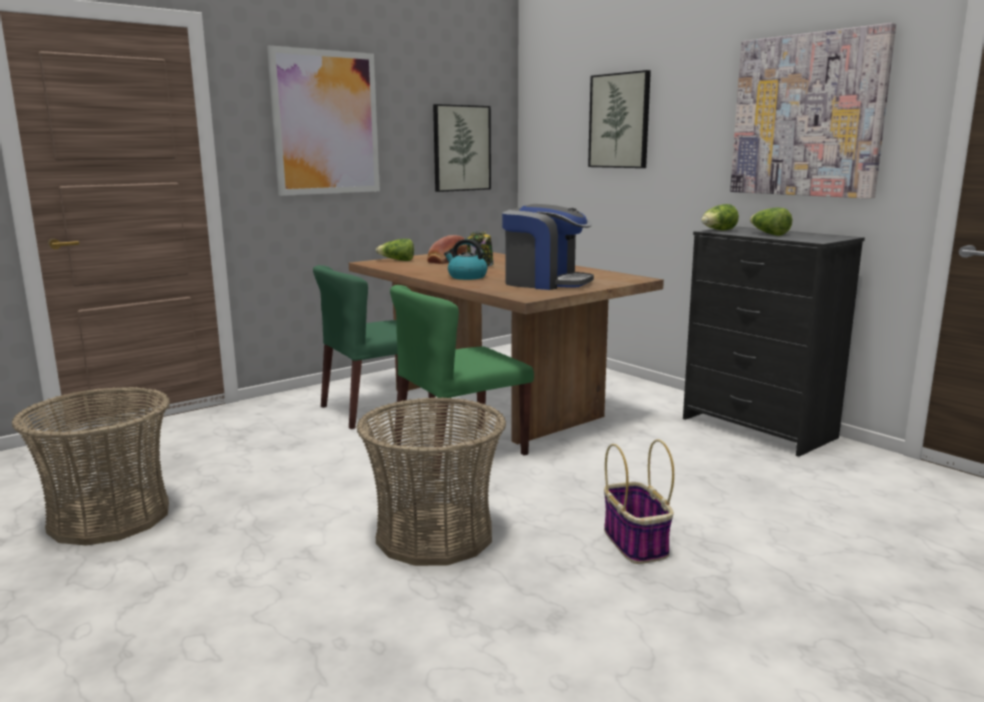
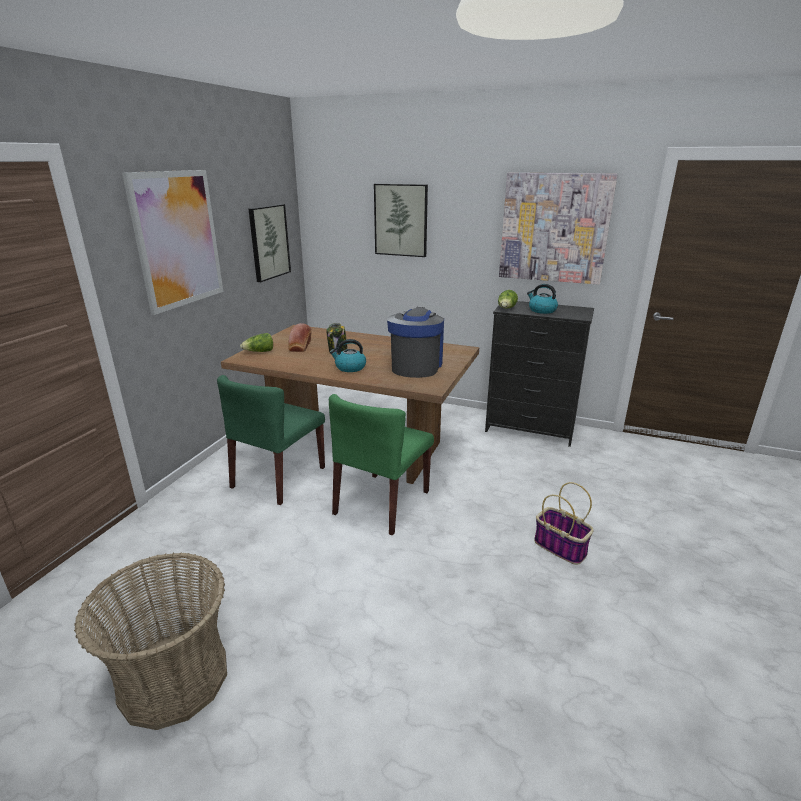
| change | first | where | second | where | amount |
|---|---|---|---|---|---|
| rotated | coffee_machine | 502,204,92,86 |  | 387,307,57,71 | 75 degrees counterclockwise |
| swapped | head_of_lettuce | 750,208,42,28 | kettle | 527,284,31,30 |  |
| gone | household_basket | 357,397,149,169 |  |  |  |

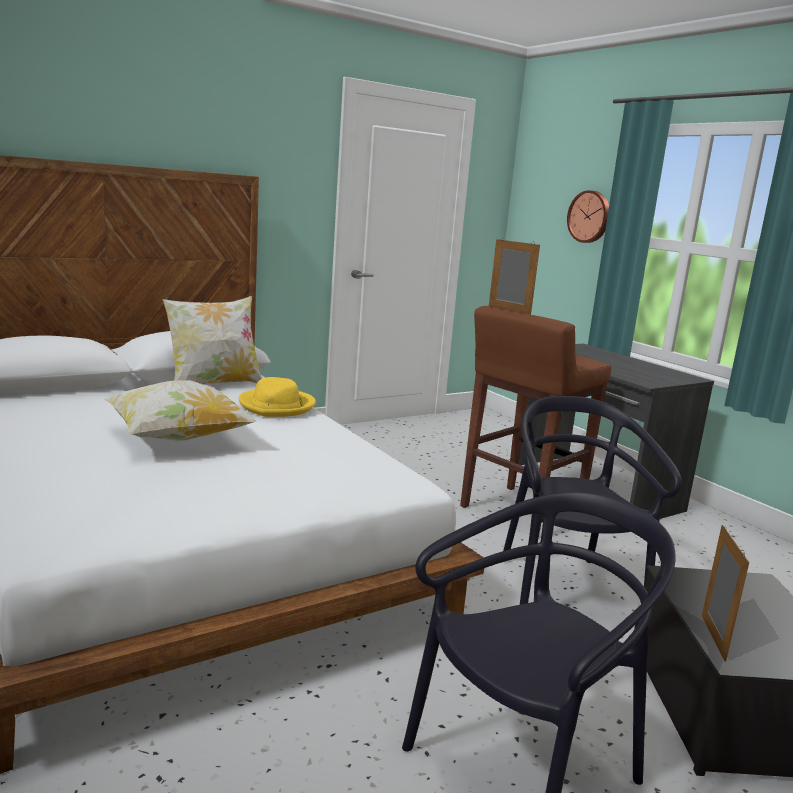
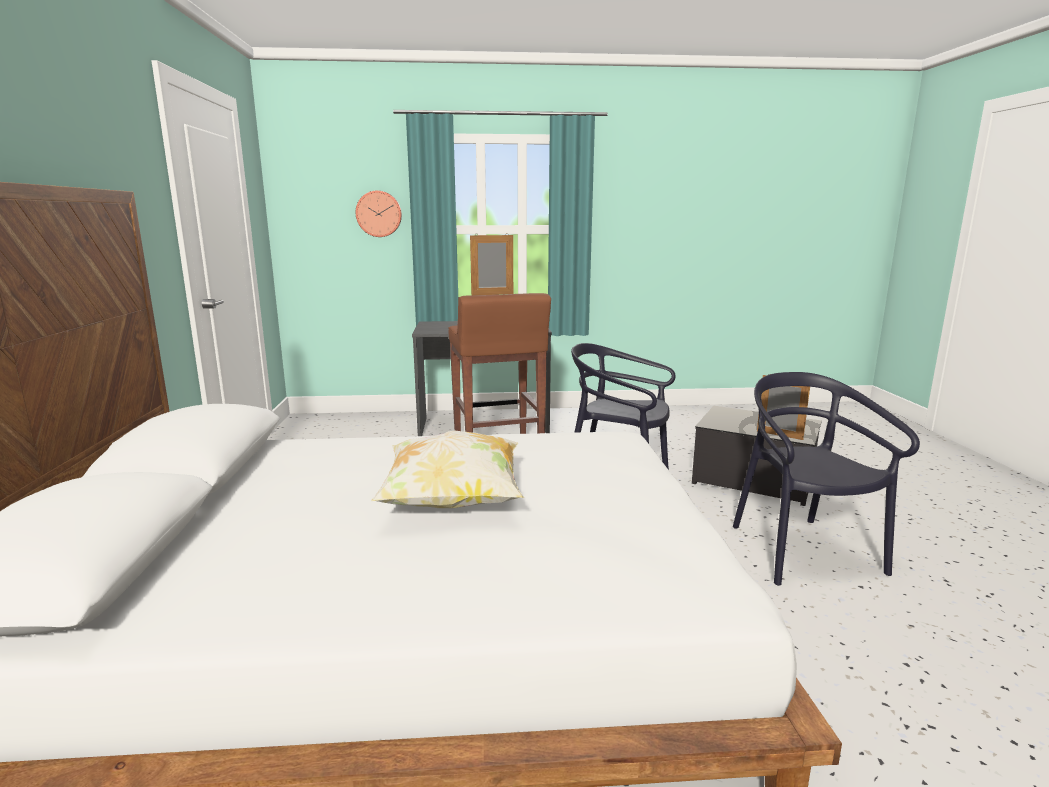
| change | first | where | second | where | amount |
|---|---|---|---|---|---|
| gone | pillow | 163,296,99,88 |  |  |  |
| gone | yellow-coloured_clothing_hat | 239,377,77,40 |  |  |  |

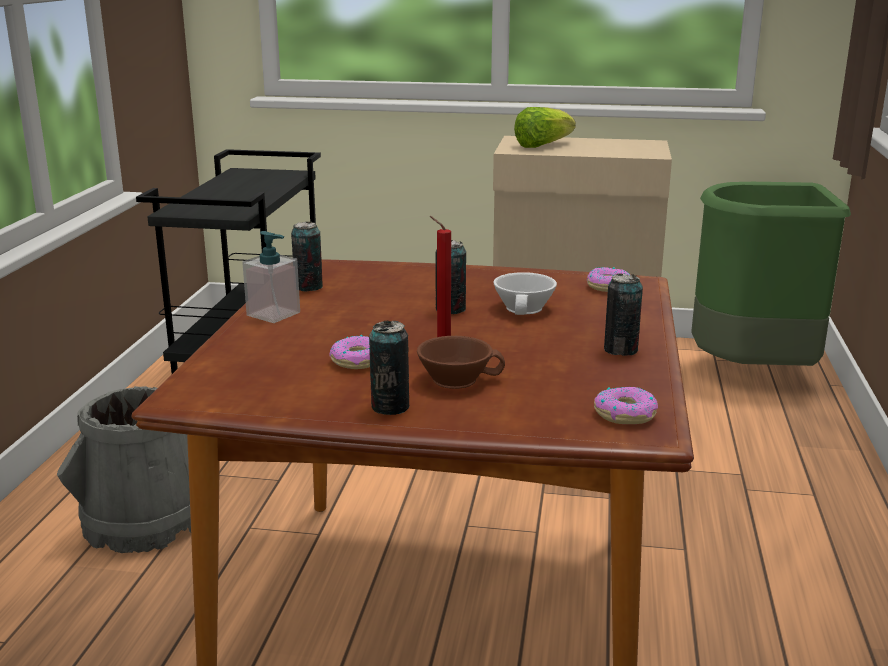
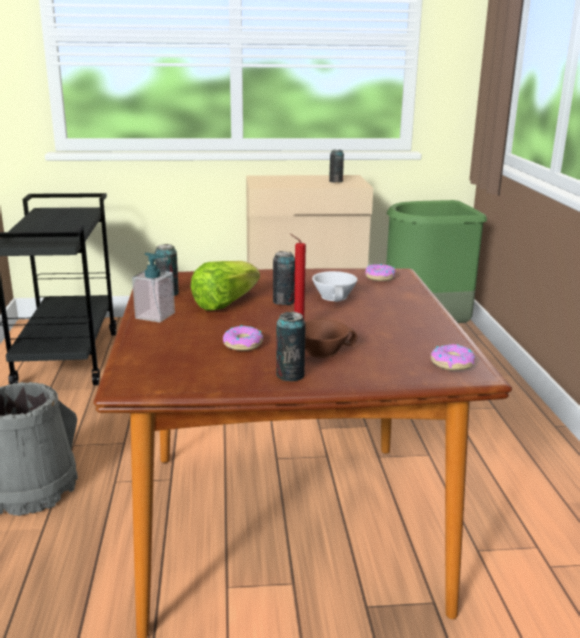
| change | first | where | second | where | amount |
|---|---|---|---|---|---|
| shifted | head_of_lettuce | 514,107,62,41 |  | 191,261,69,50 |  |
| shifted | metal_can | 604,273,39,83 |  | 329,149,15,33 |  |

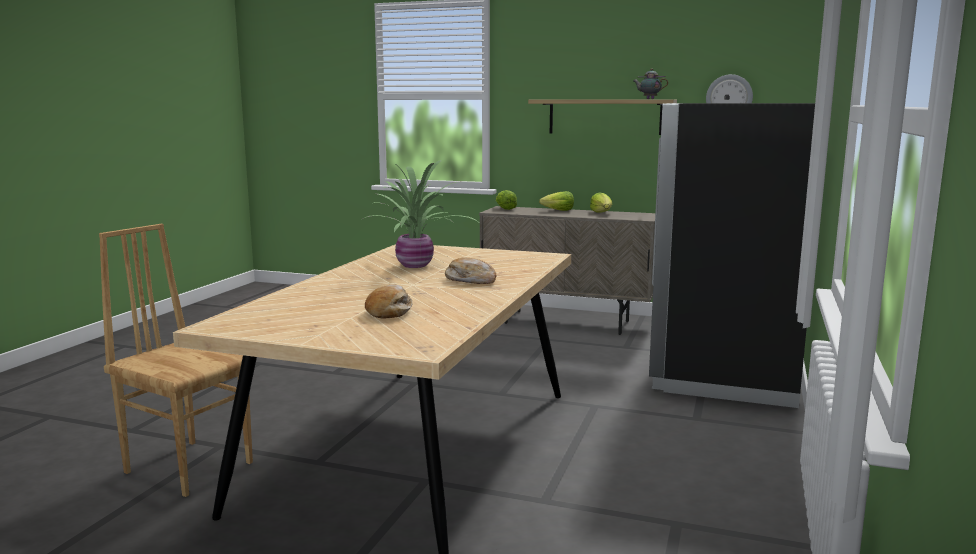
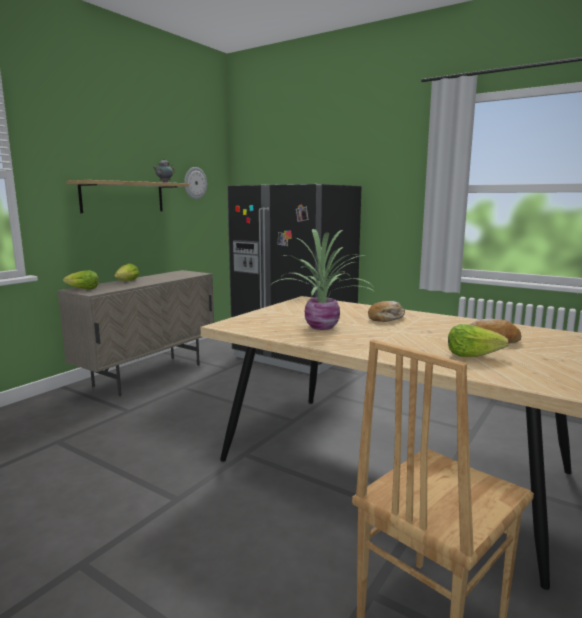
| change | first | where | second | where | amount |
|---|---|---|---|---|---|
| shifted | head_of_lettuce | 590,192,22,21 |  | 448,324,61,33 |  |

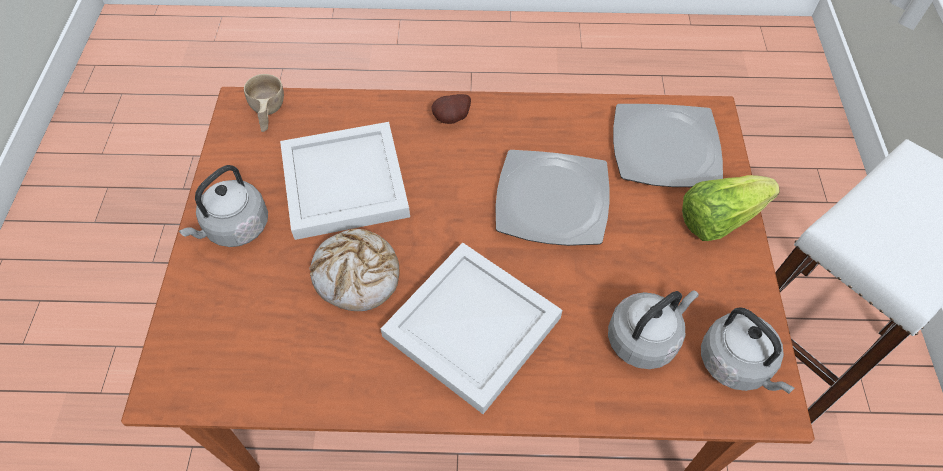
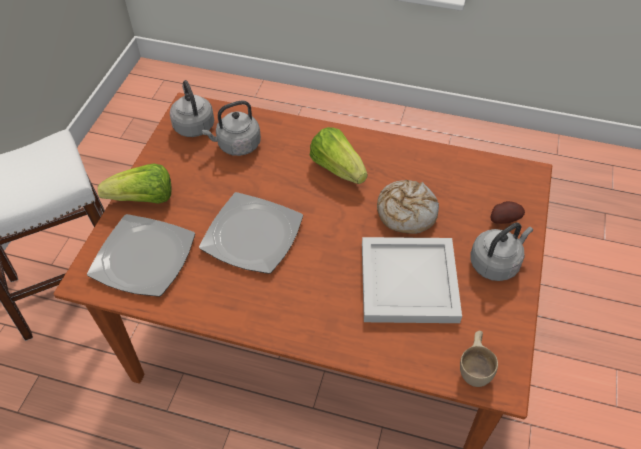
| change | first | where | second | where | amount |
|---|---|---|---|---|---|
| shifted | spud | 431,94,40,30 |  | 491,201,34,23 |  |
| swapped | whitish_serving_tray | 381,242,182,172 | head_of_lettuce | 310,127,57,57 |  |

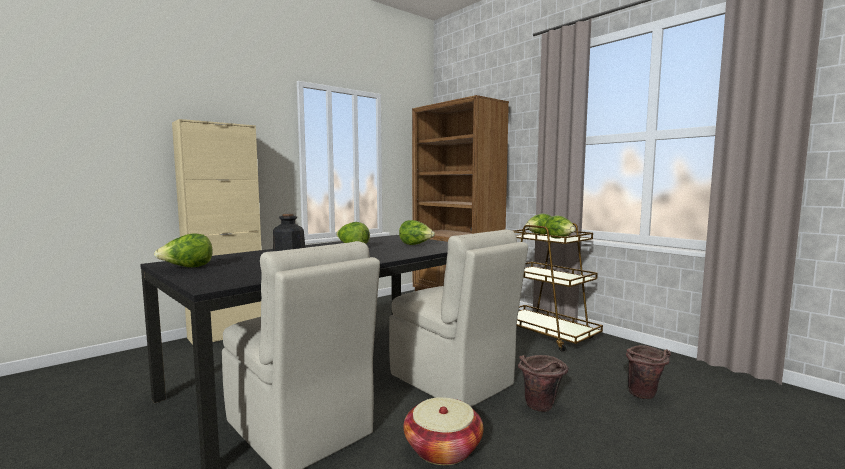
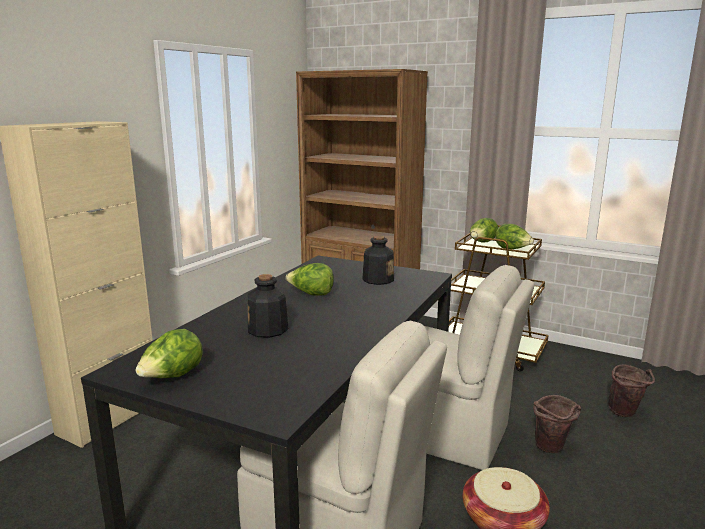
| change | first | where | second | where | amount |
|---|---|---|---|---|---|
| swapped | head_of_lettuce | 399,220,36,25 | drink_bottle | 362,236,32,49 |  |

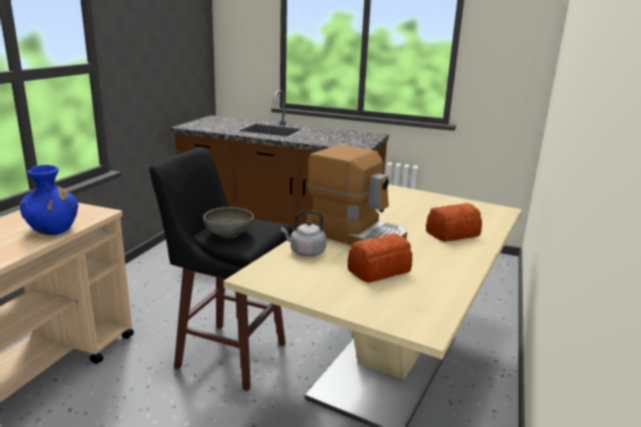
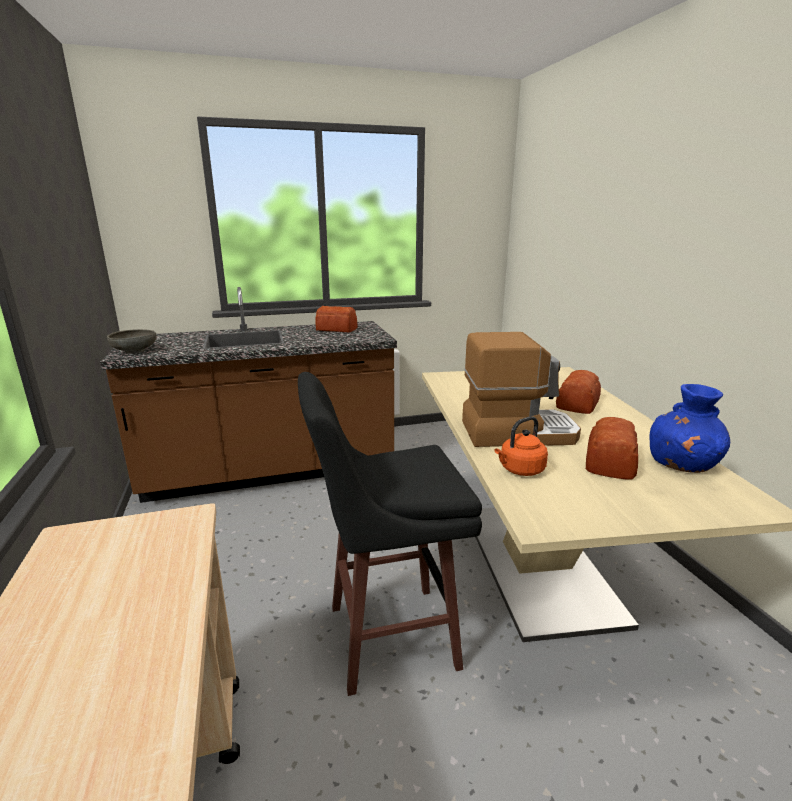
| change | first | where | second | where | amount |
|---|---|---|---|---|---|
| shifted | blue_vase | 20,165,58,70 |  | 650,384,80,89 |  |
| shifted | grey_serving_bowl | 203,207,51,31 |  | 107,329,50,24 |  |
| repainted | grey_kettle | 281,211,46,46 | orange-coloured_kettle | 494,416,54,60 |  |
| new |  |  | bread | 316,306,42,26 |  |

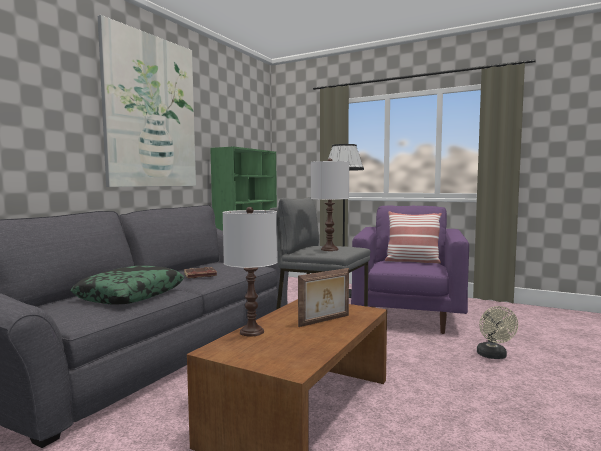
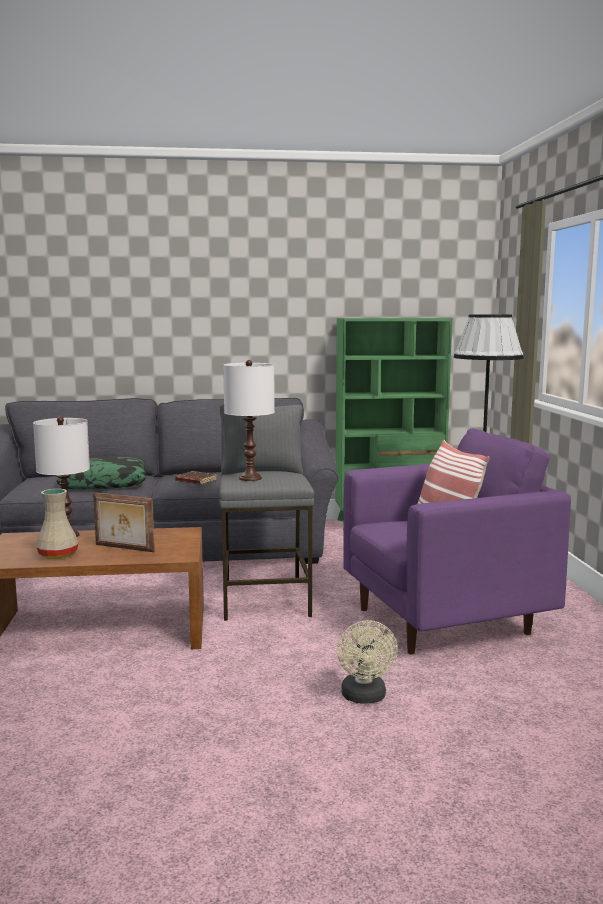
| change | first | where | second | where | amount |
|---|---|---|---|---|---|
| gone | picture | 98,15,98,172 |  |  |  |
| rotated | sand-coloured_cooling_fan | 477,306,41,53 |  | 337,620,61,84 | 60 degrees counterclockwise |
| new |  |  | sand-coloured_vase | 36,489,43,70 |  |

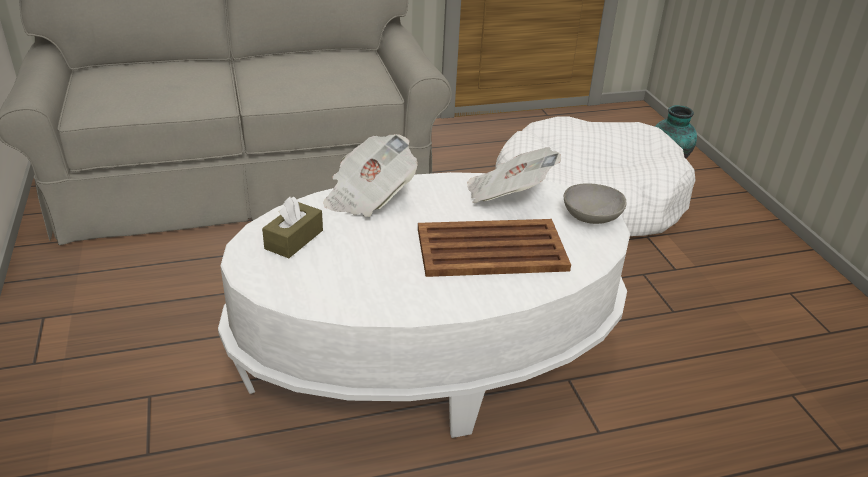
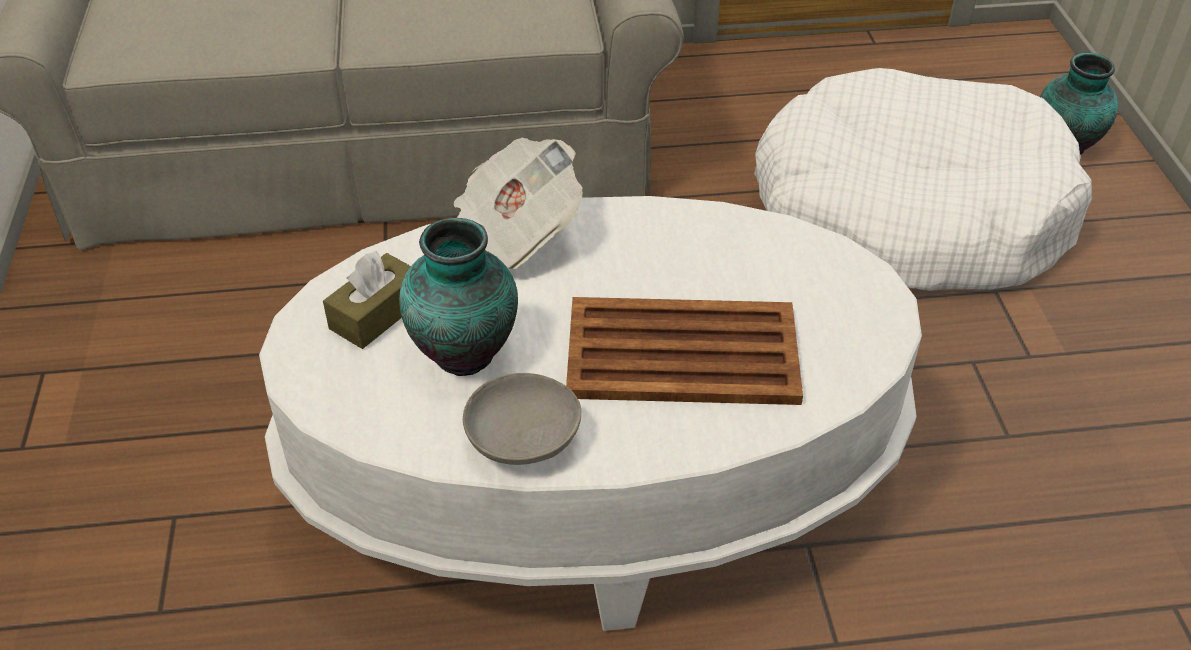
| change | first | where | second | where | amount |
|---|---|---|---|---|---|
| gone | newspaper | 467,147,94,56 |  |  |  |
| shifted | grey_serving_bowl | 564,183,62,41 |  | 463,373,118,92 |  |
| new |  |  | vase | 399,217,119,159 |  |

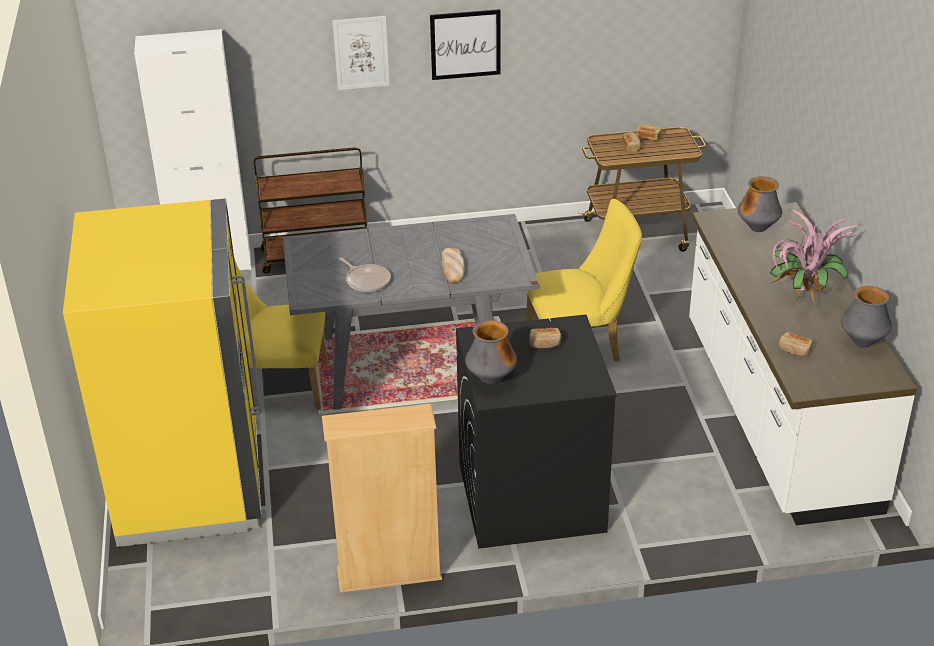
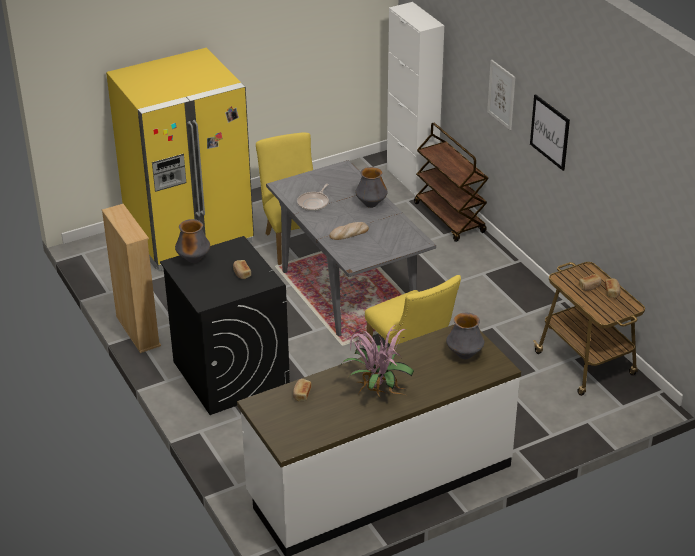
| change | first | where | second | where | amount |
|---|---|---|---|---|---|
| shifted | vase | 841,286,51,61 |  | 355,167,33,41 |  |

